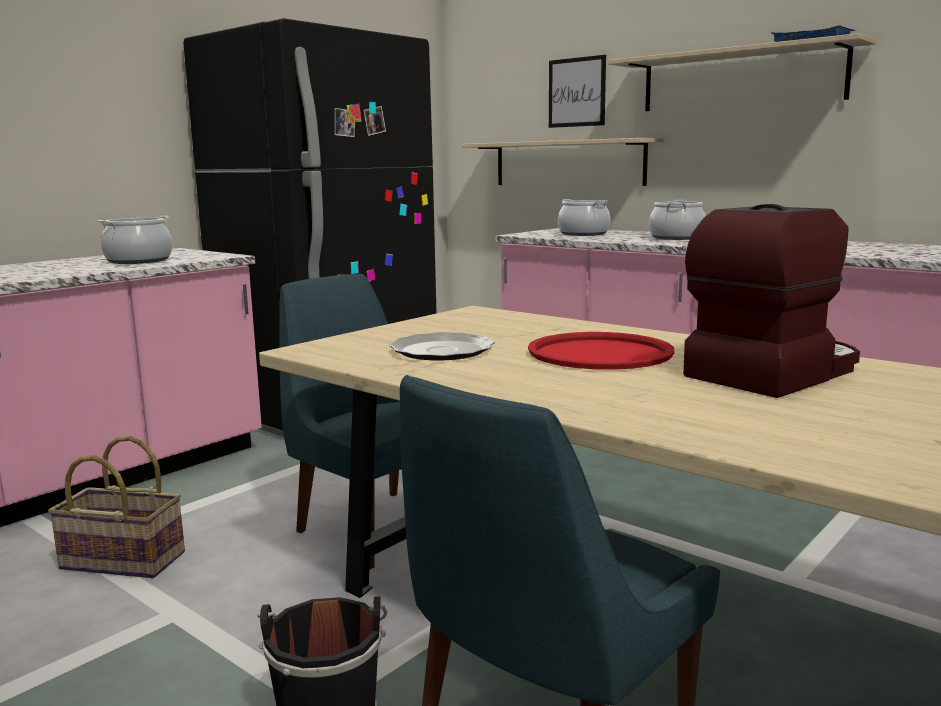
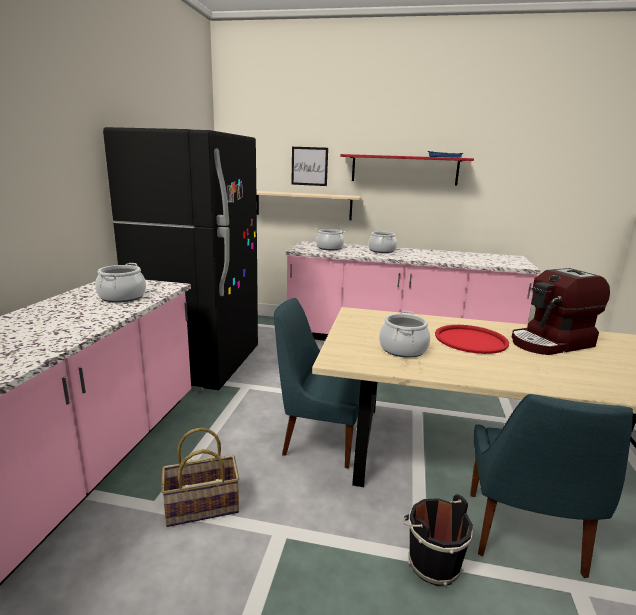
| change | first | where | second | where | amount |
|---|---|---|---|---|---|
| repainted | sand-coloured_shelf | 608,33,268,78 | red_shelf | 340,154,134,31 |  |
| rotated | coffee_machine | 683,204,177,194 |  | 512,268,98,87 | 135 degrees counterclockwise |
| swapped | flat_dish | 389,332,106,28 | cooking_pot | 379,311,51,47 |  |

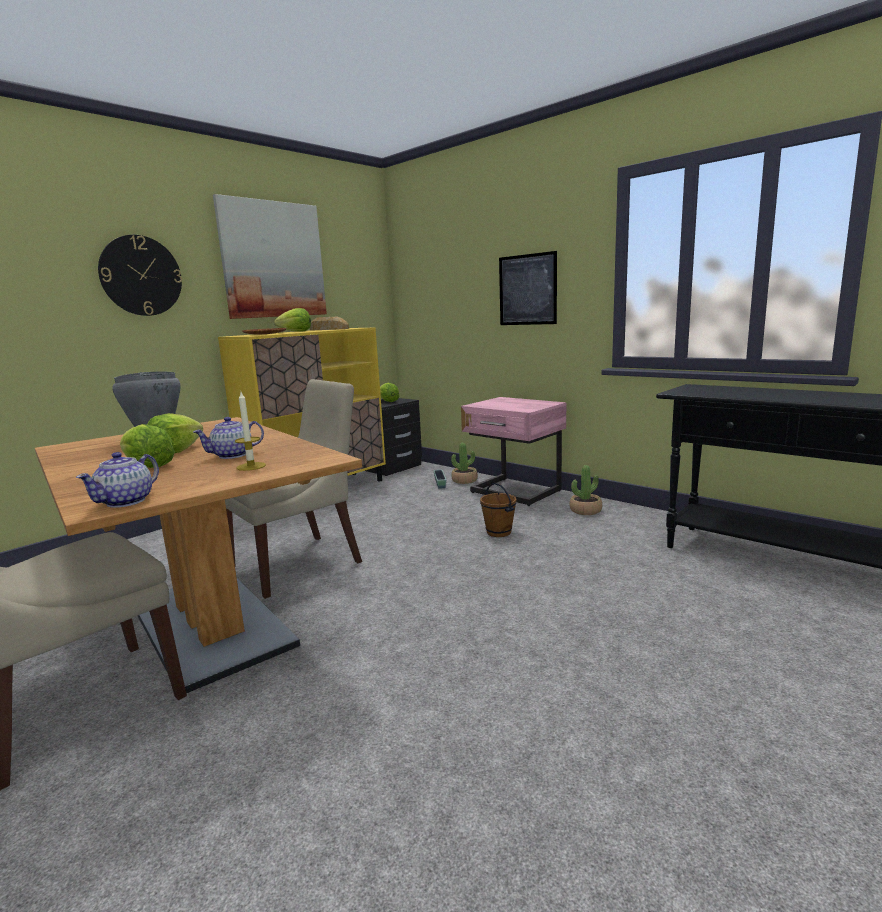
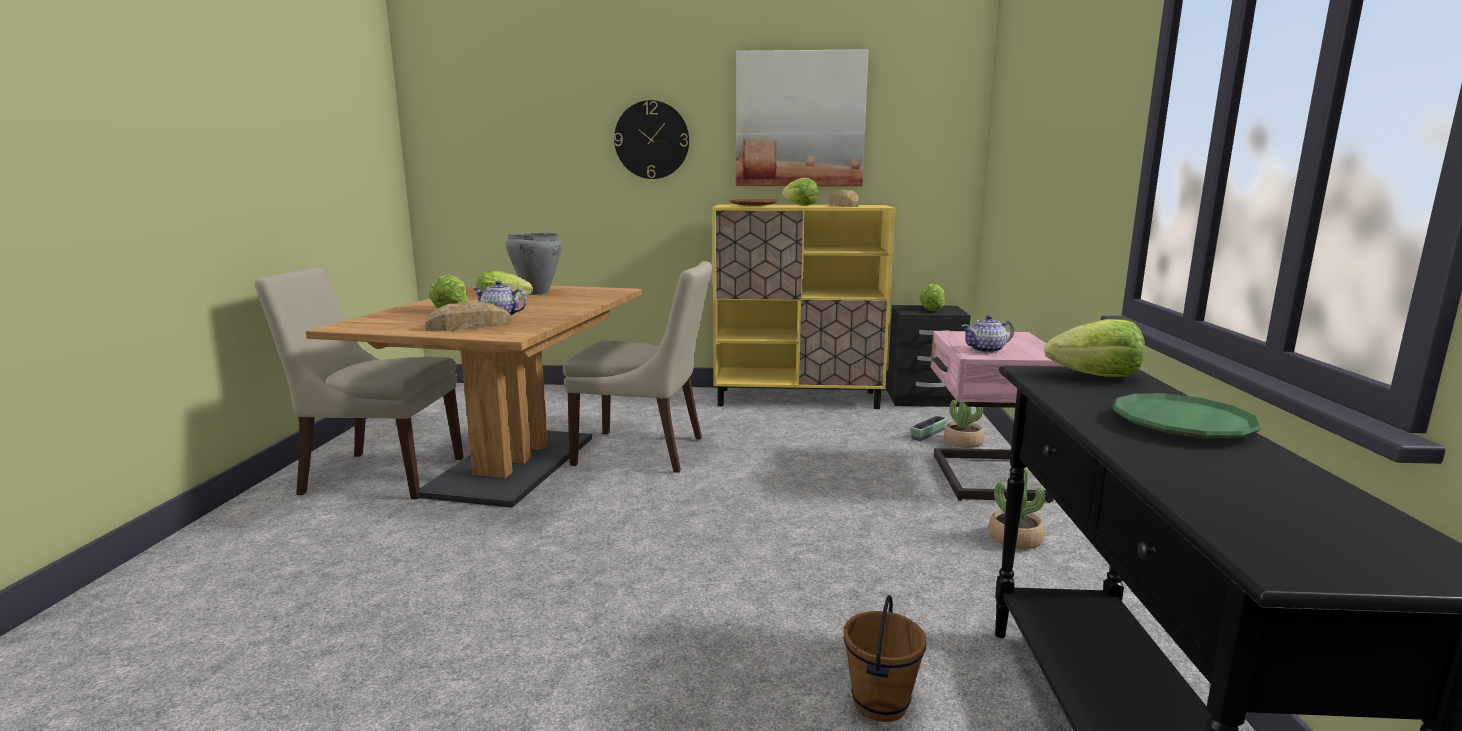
| change | first | where | second | where | amount |
|---|---|---|---|---|---|
| gone | picture | 499,251,58,74 |  |  |  |
| swapped | candle | 235,392,31,79 | bread | 425,302,87,29 |  |
| shifted | teapot | 76,452,83,56 |  | 962,315,52,38 |  |
| shifted | brown_water_bucket | 480,483,36,54 |  | 843,595,84,127 |  |
| new |  |  | head_of_lettuce | 1044,319,101,58 |  |
| new |  |  | green_flat_dish | 1113,393,148,45 |  |

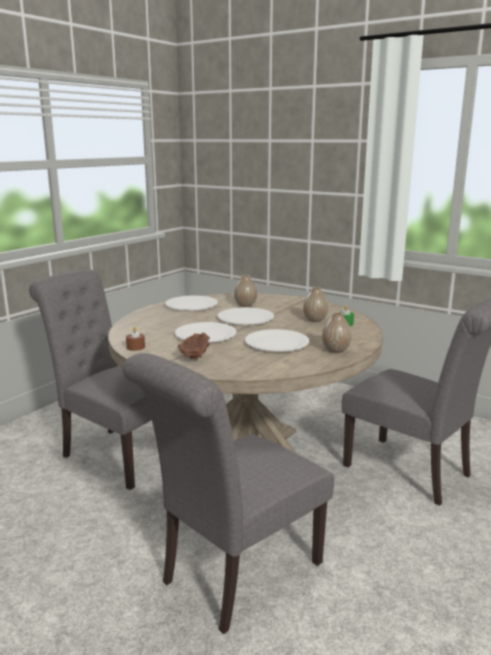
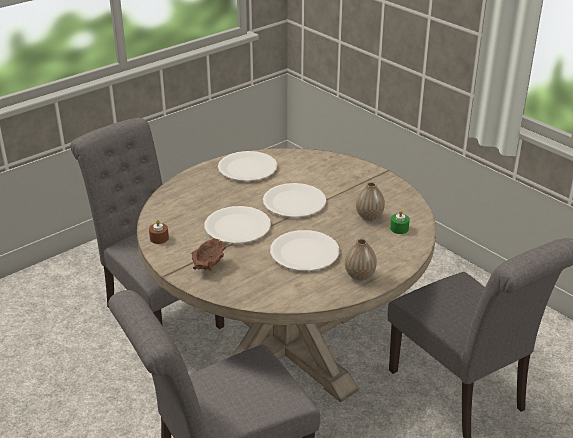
| change | first | where | second | where | amount |
|---|---|---|---|---|---|
| gone | vase | 234,275,23,32 |  |  |  |

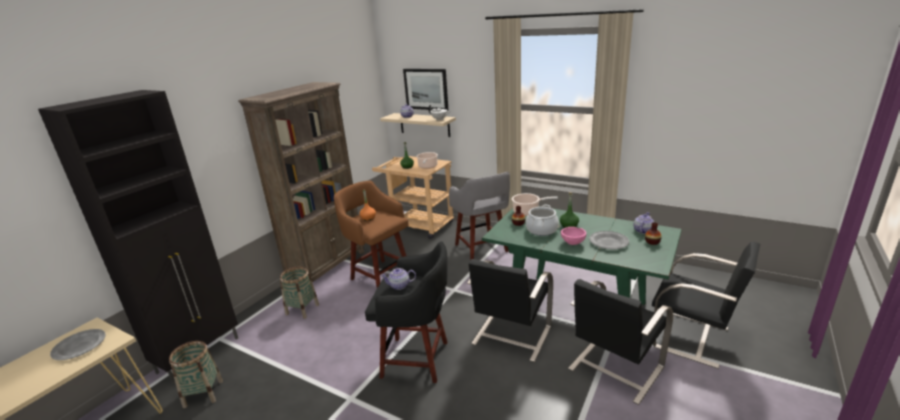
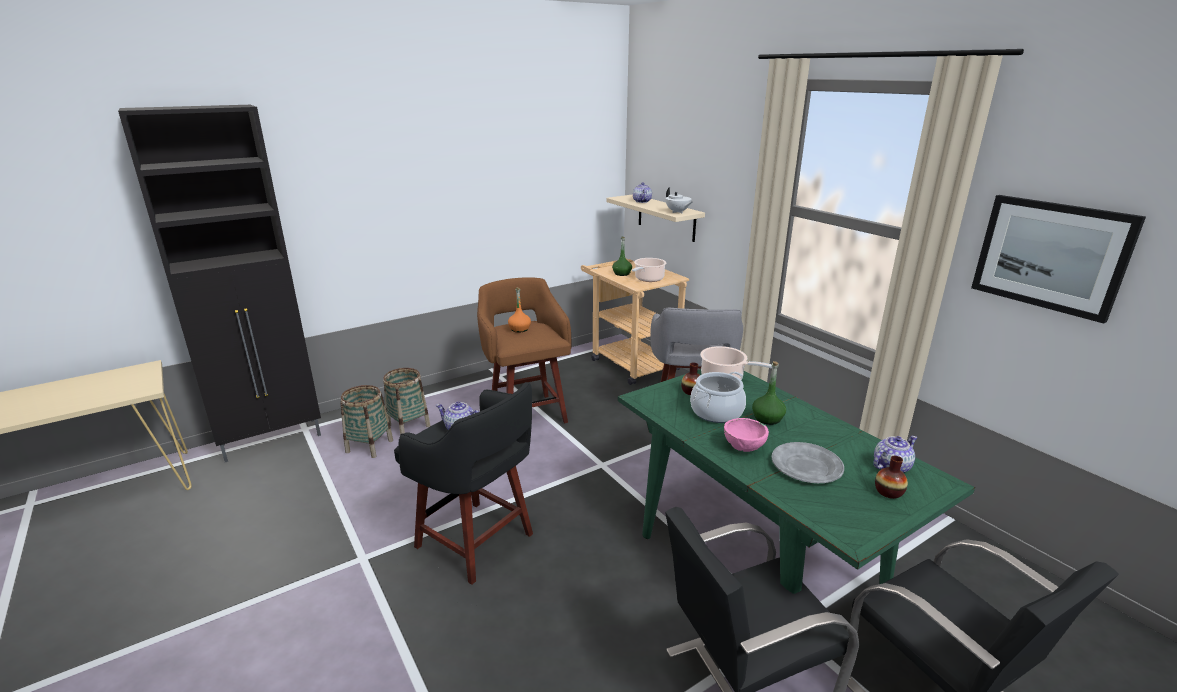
| change | first | where | second | where | amount |
|---|---|---|---|---|---|
| shifted | picture | 403,69,45,42 |  | 971,195,175,129 |  |
| gone | brown_shelving_unit | 238,82,127,200 |  |  |  |
| gone | blackish_chair | 467,259,86,103 |  |  |  |
| gone | grey_flat_dish | 50,329,56,31 |  |  |  |
| shifted | household_basket | 169,341,54,67 |  | 340,385,53,73 |  |

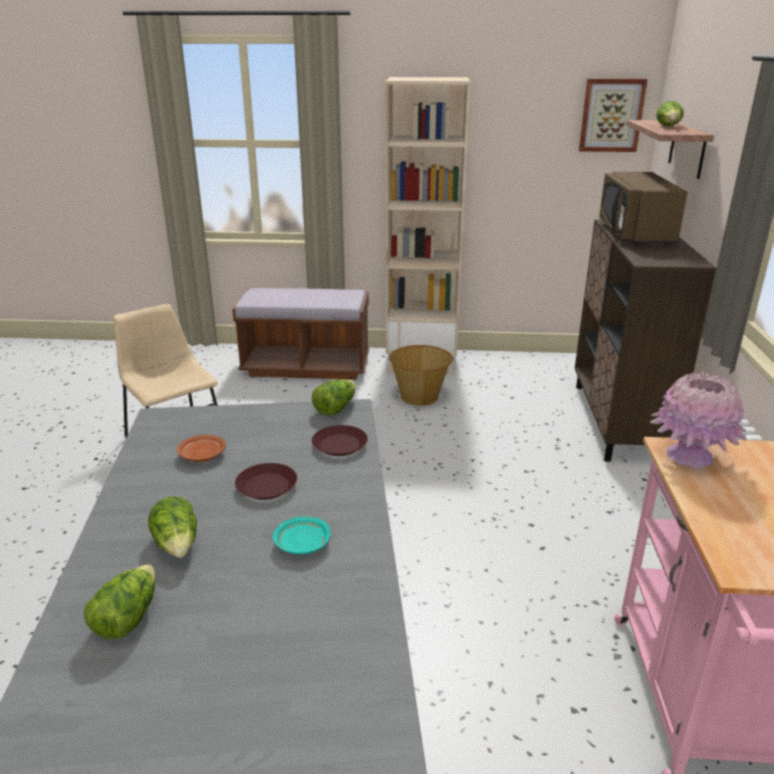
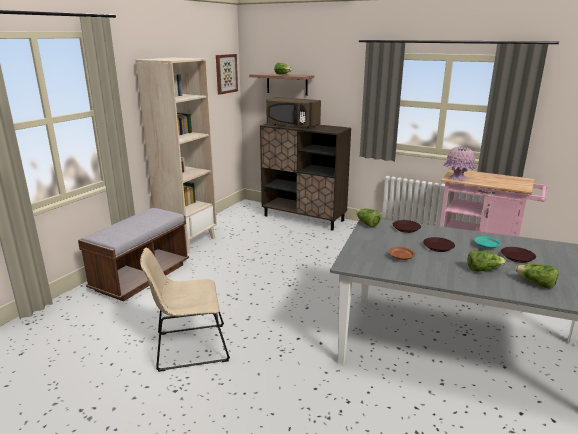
| change | first | where | second | where | amount |
|---|---|---|---|---|---|
| gone | household_basket | 389,345,64,61 |  |  |  |
| new |  |  | brown_flat_dish | 501,247,35,16 |  |

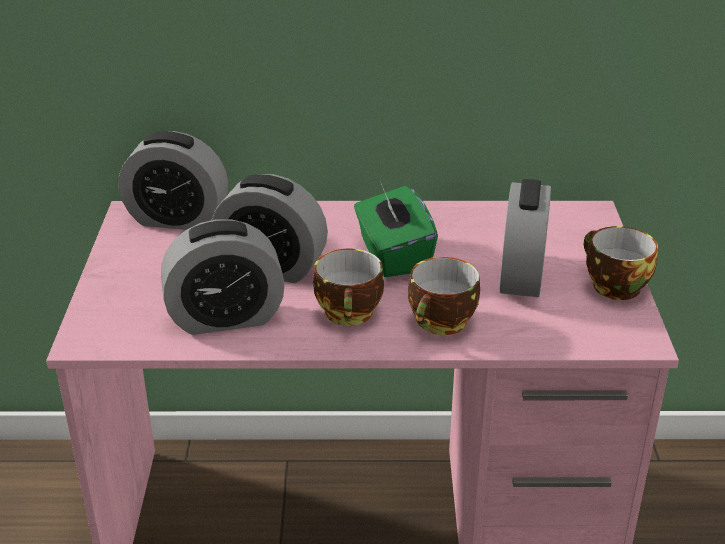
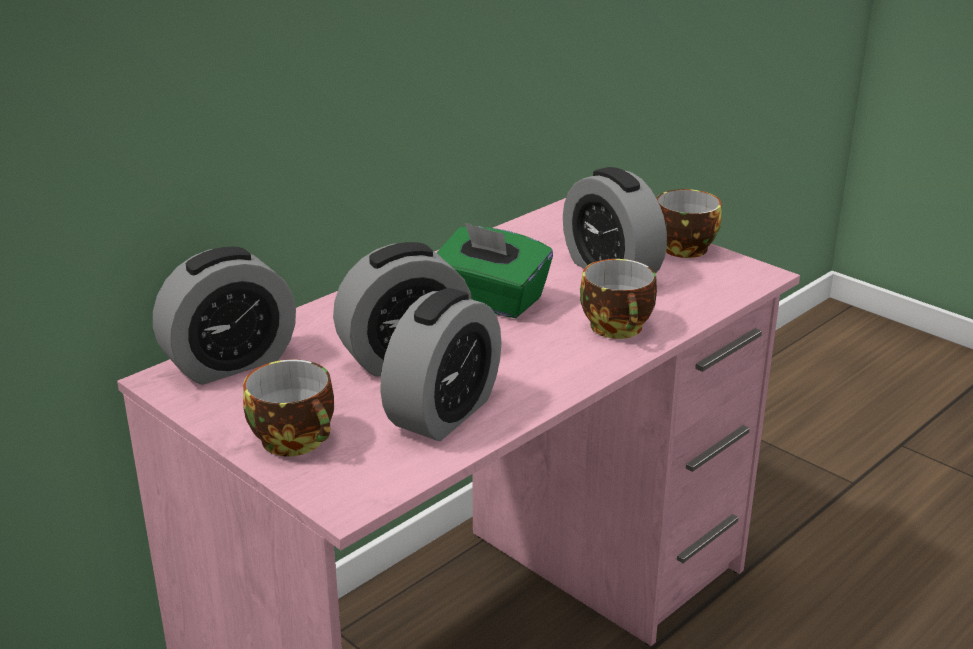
| change | first | where | second | where | amount |
|---|---|---|---|---|---|
| shifted | cup | 313,249,71,77 |  | 243,360,91,96 |  |

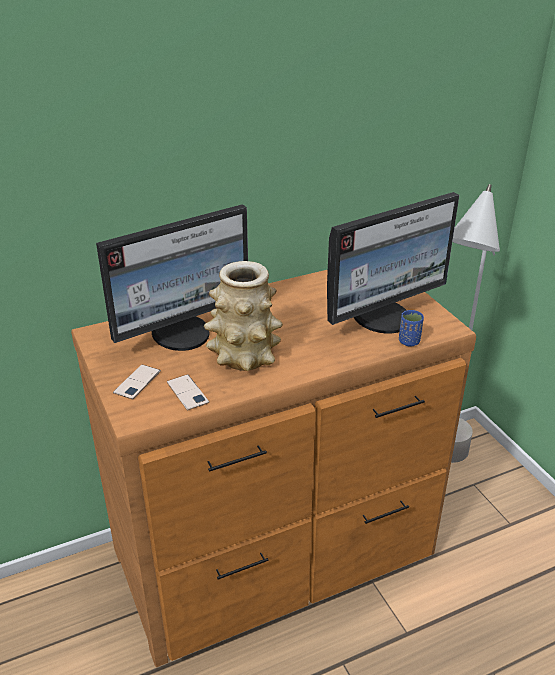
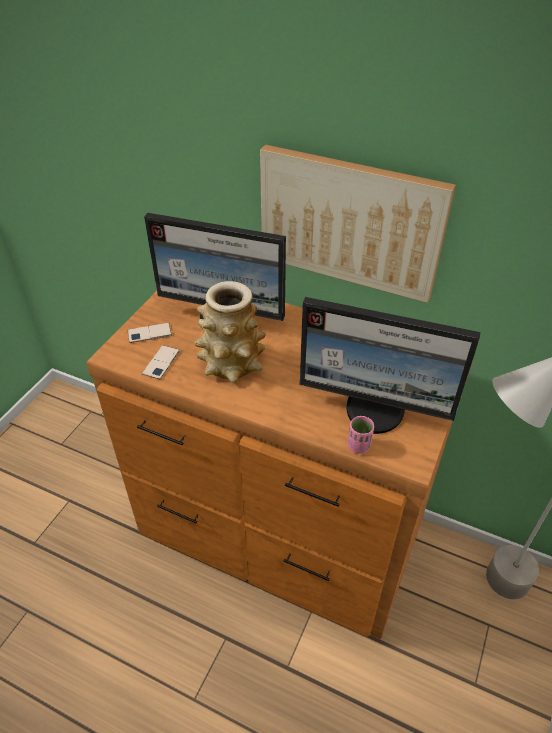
| change | first | where | second | where | amount |
|---|---|---|---|---|---|
| repainted | blue_cup | 399,310,25,36 | pink-coloured_cup | 347,416,27,38 |  |
| new |  |  | picture | 260,144,196,159 |  |

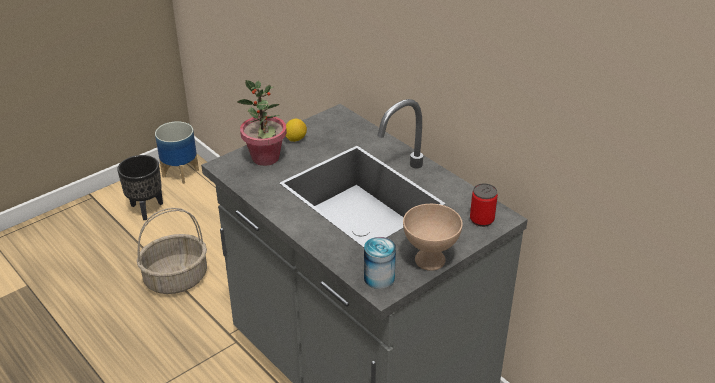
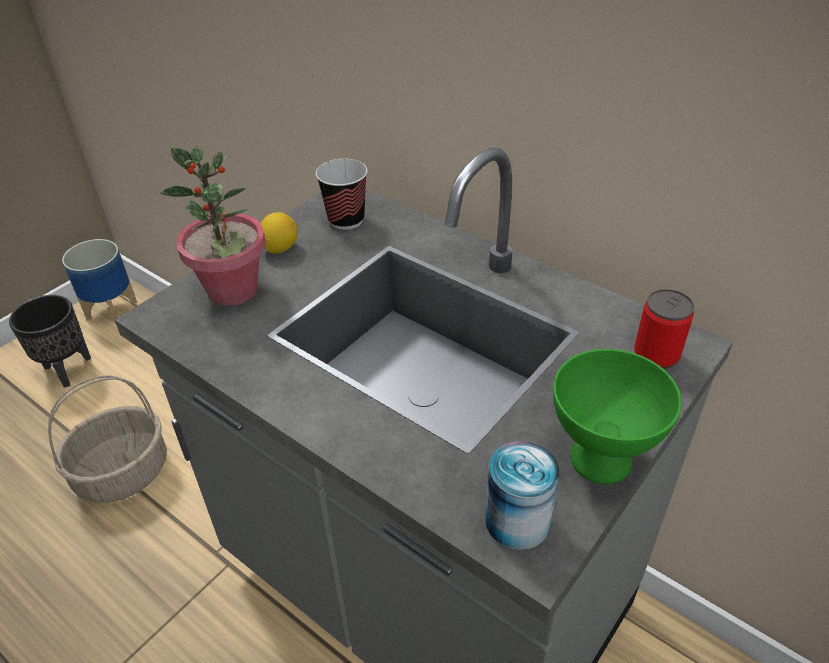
| change | first | where | second | where | amount |
|---|---|---|---|---|---|
| repainted | sand-coloured_serving_bowl | 403,204,60,67 | green_serving_bowl | 553,349,129,135 |  |
| new |  |  | cup | 316,159,52,71 |  |

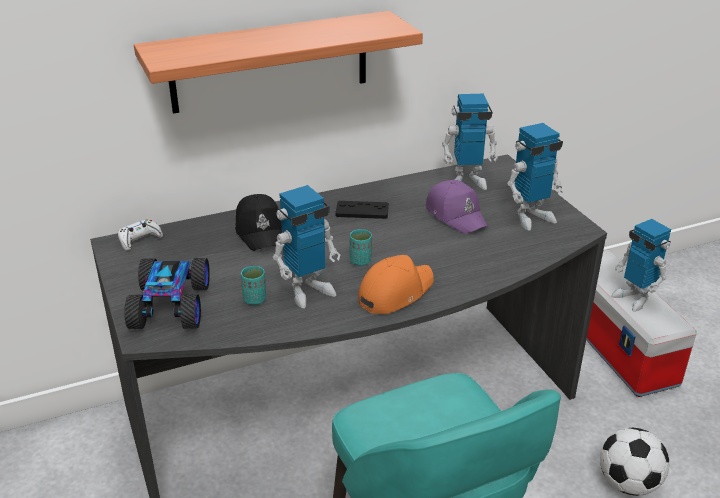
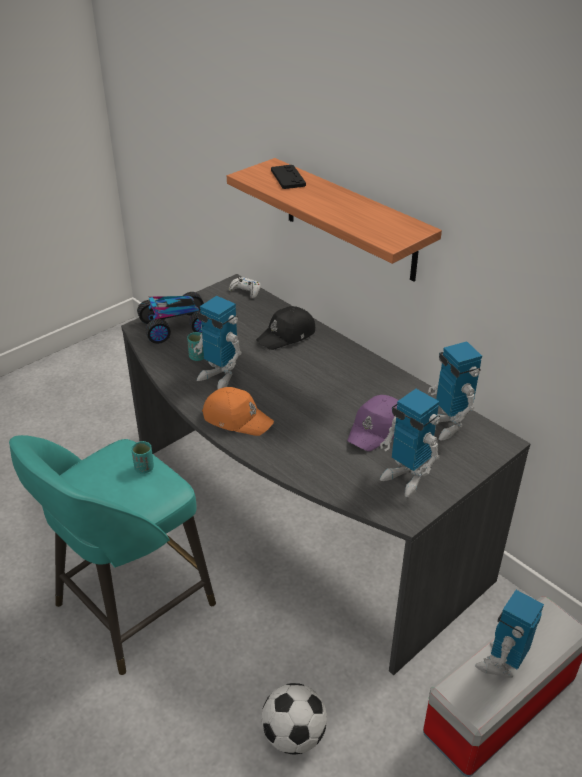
| change | first | where | second | where | amount |
|---|---|---|---|---|---|
| shifted | blackish_game_controller | 335,201,54,18 |  | 271,165,35,24 |  |
| shifted | blue-green_cup | 350,229,22,37 |  | 131,441,23,33 |  |

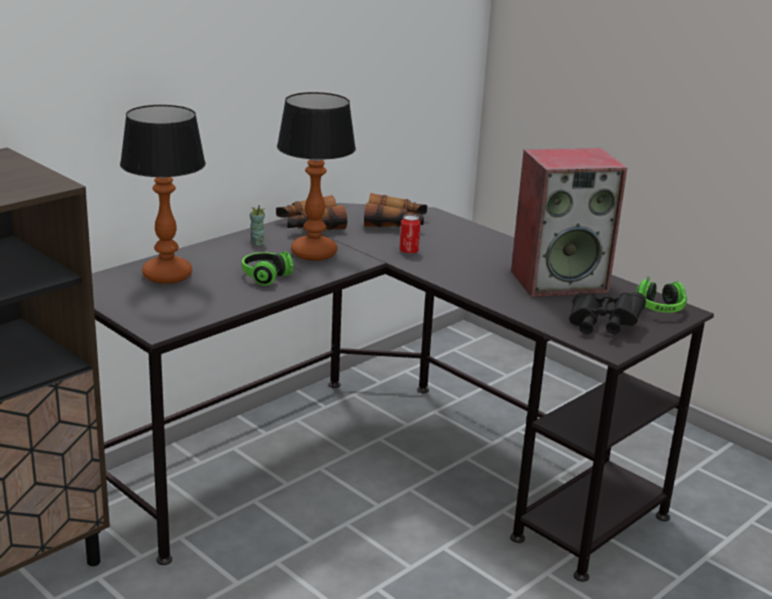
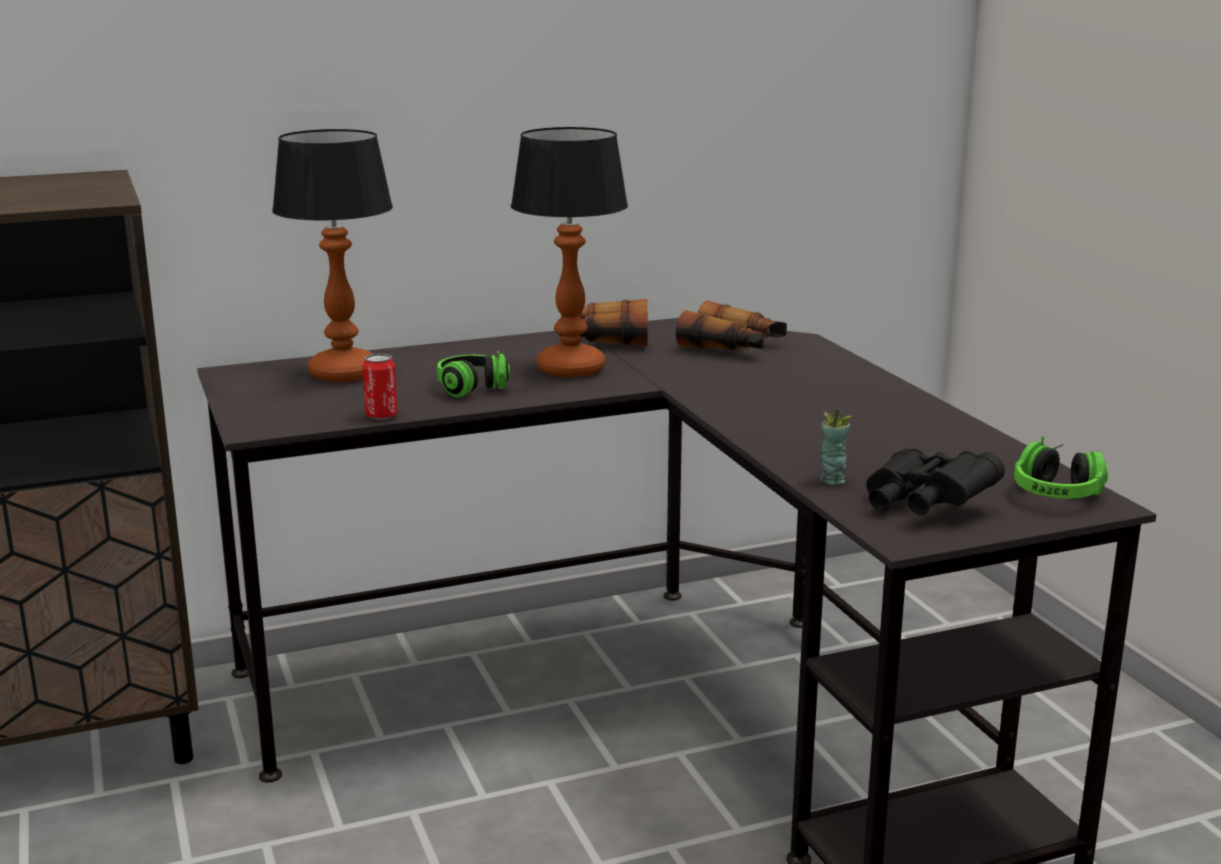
| change | first | where | second | where | amount |
|---|---|---|---|---|---|
| gone | loudspeaker | 511,148,116,149 |  |  |  |
| shifted | cup | 250,205,15,41 |  | 820,408,32,77 |  |
| shifted | metal_can | 399,214,22,40 |  | 363,353,35,67 |  |

